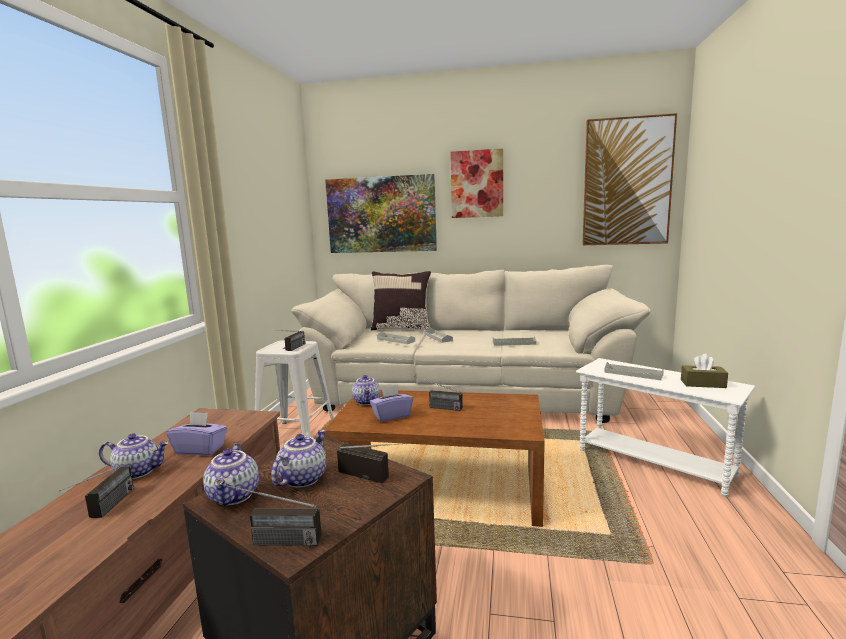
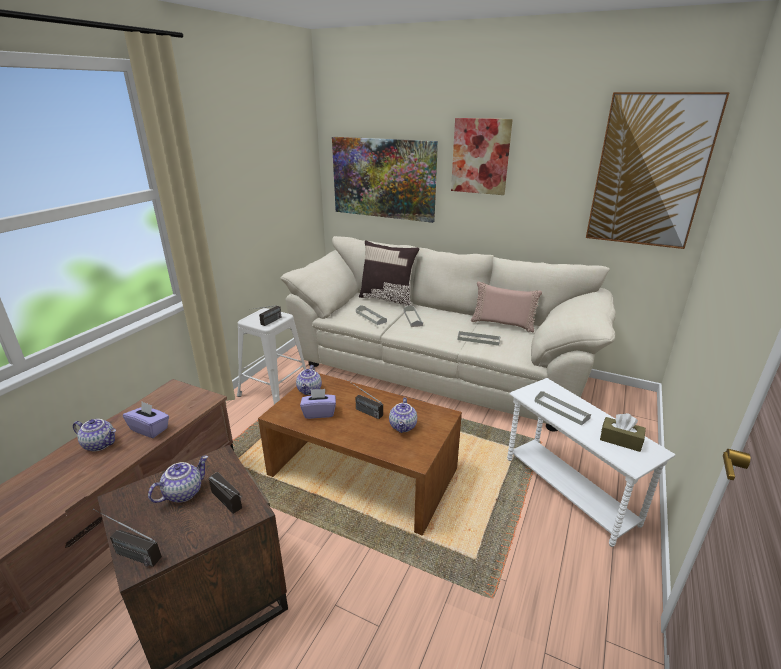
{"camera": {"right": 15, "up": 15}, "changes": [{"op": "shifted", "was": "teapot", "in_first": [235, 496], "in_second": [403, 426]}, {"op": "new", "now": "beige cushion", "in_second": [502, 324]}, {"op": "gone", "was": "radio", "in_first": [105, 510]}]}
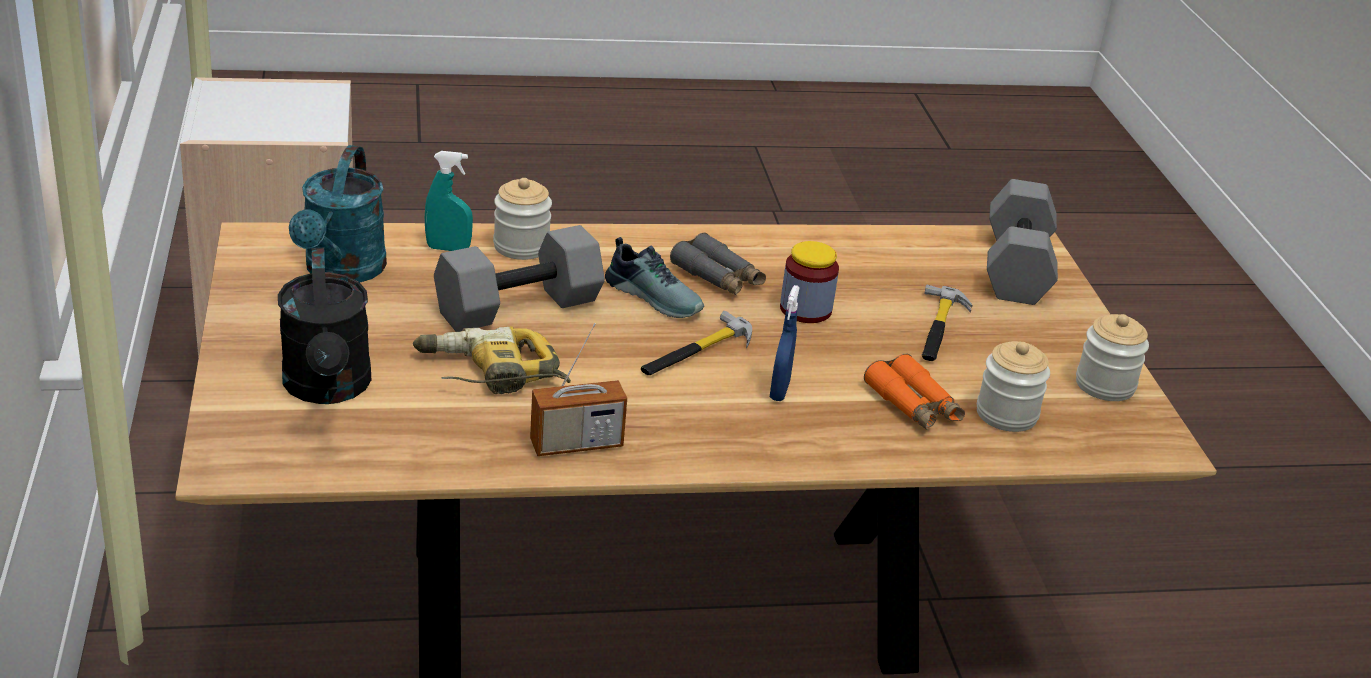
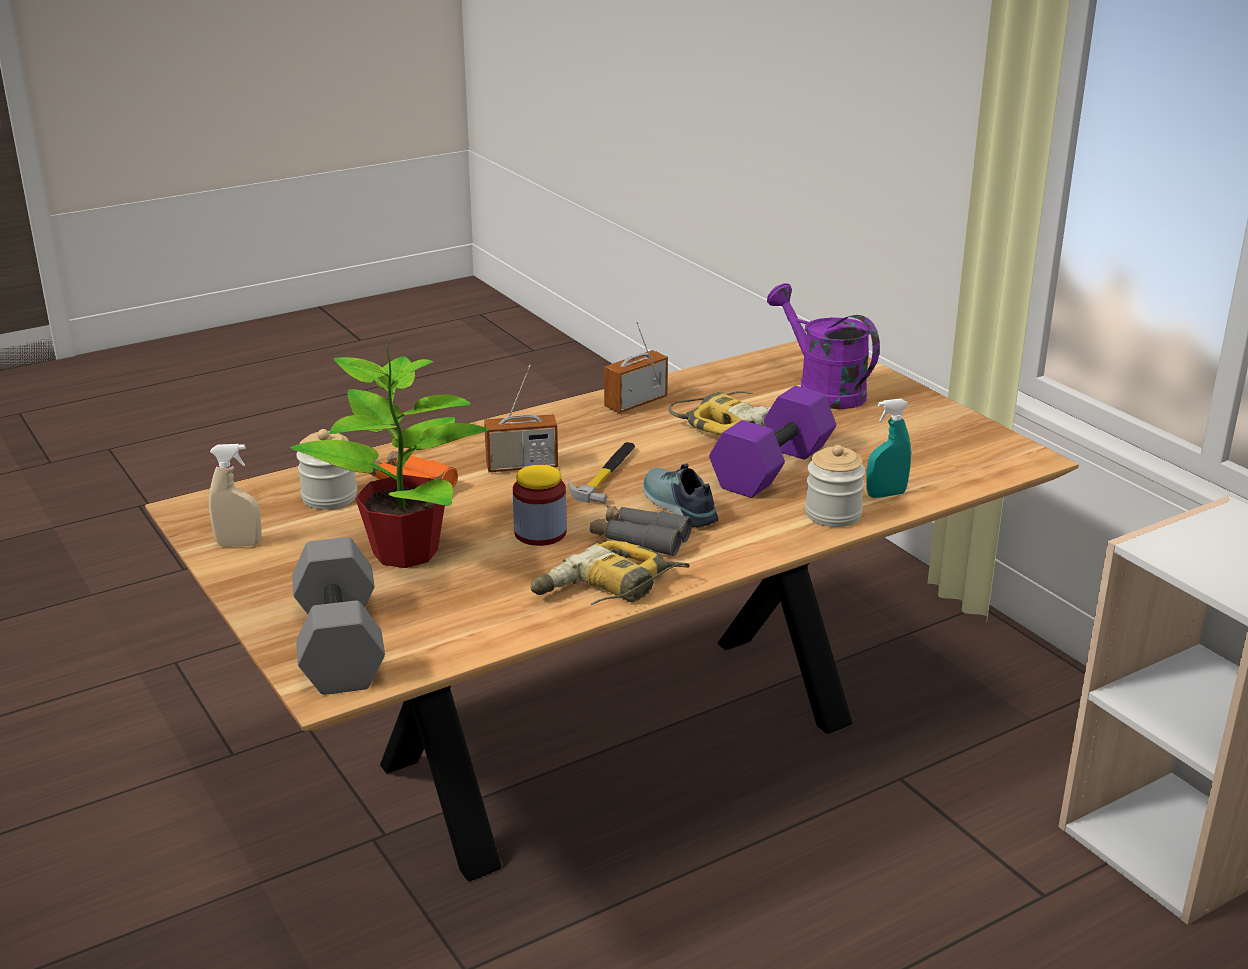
{"camera": {"right": 160, "up": -5}, "changes": [{"op": "swapped", "was": "preserve jar", "now": "beige hand sprayer", "in_first": [1105, 385], "in_second": [239, 544]}, {"op": "swapped", "was": "hammer", "now": "houseplant", "in_first": [939, 328], "in_second": [407, 551]}, {"op": "swapped", "was": "bluish hand sprayer", "now": "radio", "in_first": [779, 391], "in_second": [522, 466]}, {"op": "new", "now": "electric drill", "in_second": [607, 590]}, {"op": "rotated", "was": "low shoe", "in_first": [655, 296], "in_second": [677, 506], "clockwise": 45}, {"op": "repainted", "was": "grey free weight", "now": "purple-coloured free weight", "in_first": [518, 308], "in_second": [771, 466]}, {"op": "repainted", "was": "blackish watering pot", "now": "purple-coloured watering pot", "in_first": [328, 389], "in_second": [822, 390]}, {"op": "gone", "was": "blue-green watering pot", "in_first": [341, 272]}]}
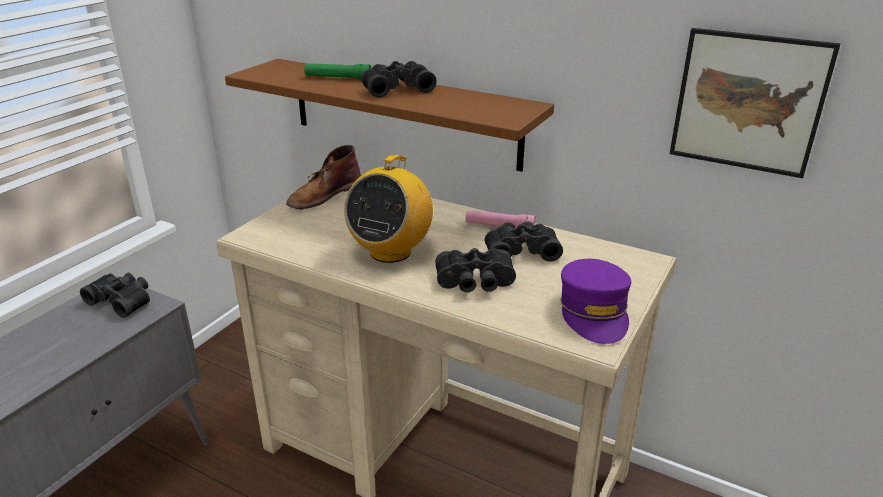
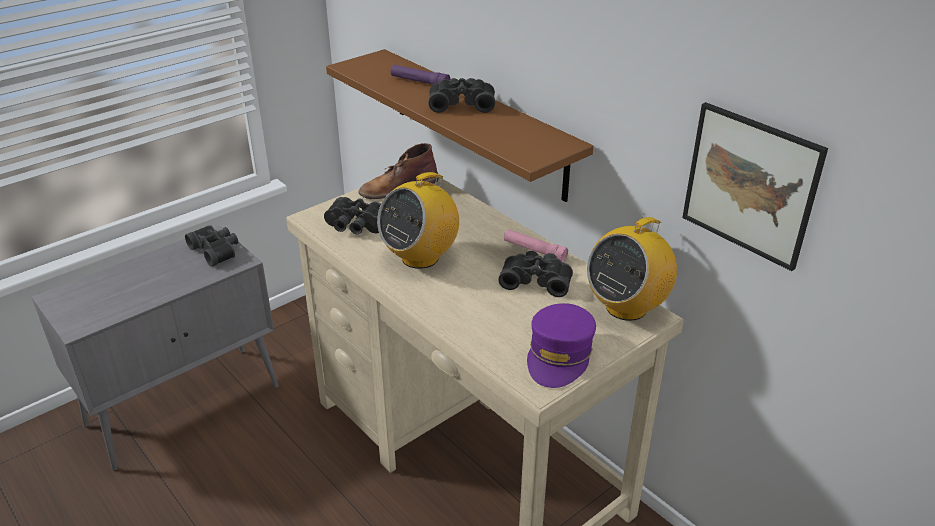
{"camera": {"right": 20, "up": 5}, "changes": [{"op": "shifted", "was": "blackish field glasses", "in_first": [475, 283], "in_second": [356, 226]}, {"op": "repainted", "was": "greenish flashlight", "now": "purple-coloured flashlight", "in_first": [338, 78], "in_second": [419, 82]}, {"op": "new", "now": "radio", "in_second": [626, 307]}]}
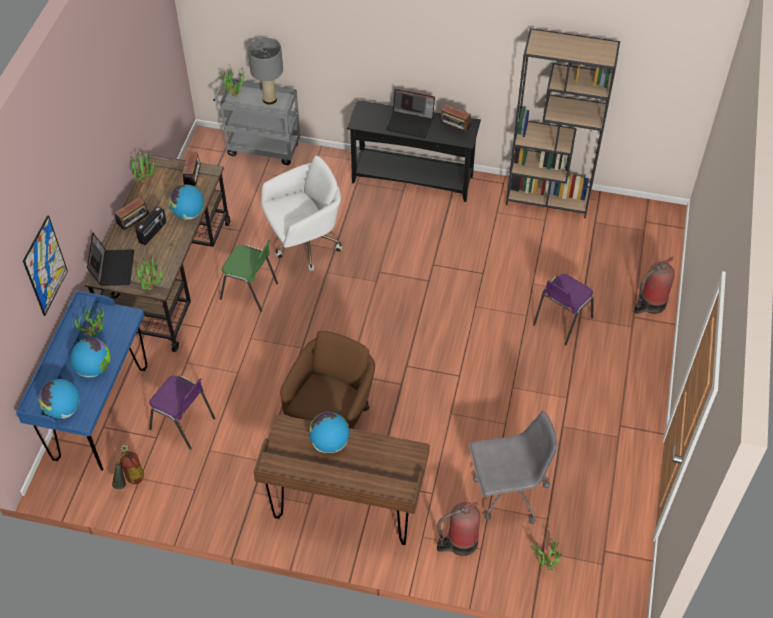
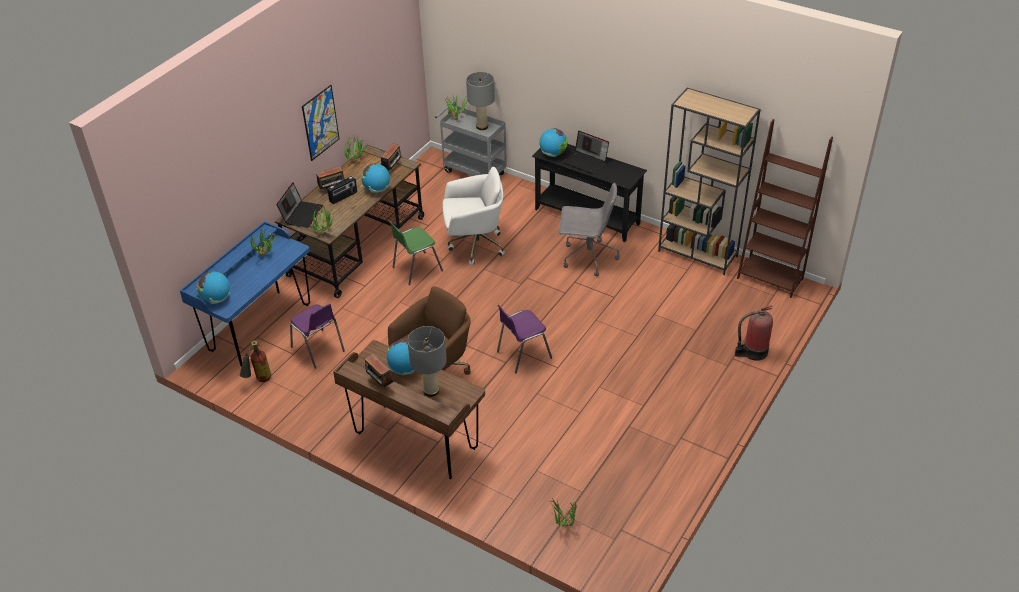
{"camera": {"right": 20, "up": -10}, "changes": [{"op": "shifted", "was": "wall picture", "in_first": [45, 266], "in_second": [320, 123]}, {"op": "shifted", "was": "radio", "in_first": [455, 130], "in_second": [380, 383]}, {"op": "rotated", "was": "greenish plain chair", "in_first": [250, 291], "in_second": [416, 269], "clockwise": 105}, {"op": "new", "now": "grey lamp for a table", "in_second": [431, 391]}, {"op": "shifted", "was": "purple-coloured plain chair", "in_first": [561, 321], "in_second": [522, 355]}, {"op": "shifted", "was": "globe", "in_first": [94, 368], "in_second": [553, 154]}, {"op": "shifted", "was": "grey computer chair", "in_first": [506, 494], "in_second": [586, 257]}, {"op": "new", "now": "brown shelving unit", "in_second": [770, 278]}, {"op": "gone", "was": "extinguisher", "in_first": [459, 542]}]}
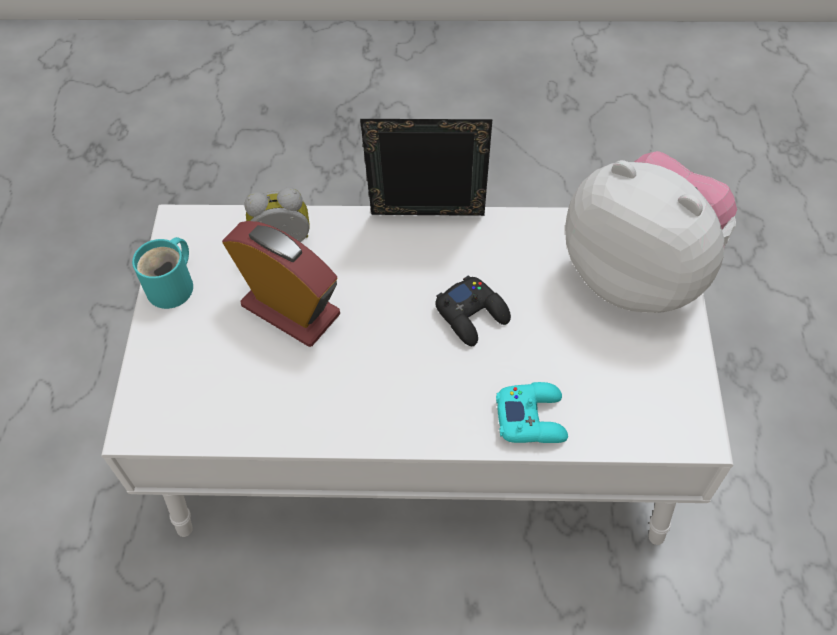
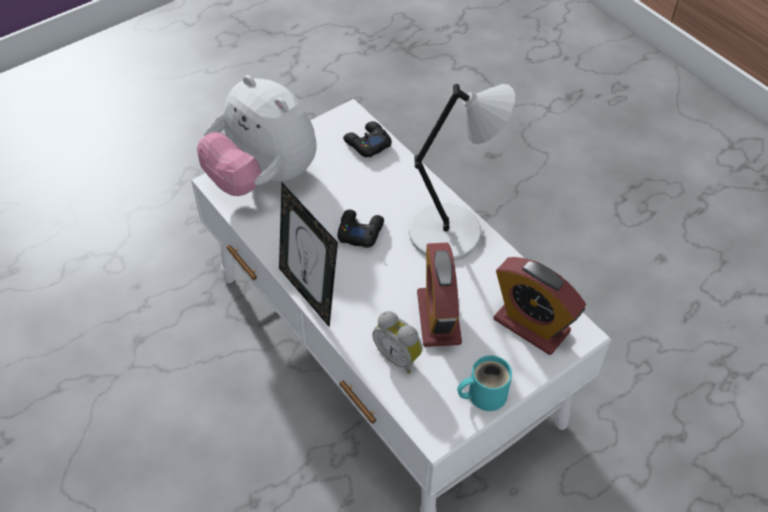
{"camera": {"right": -130, "up": -5}, "changes": [{"op": "rotated", "was": "cuddly toy", "in_first": [639, 272], "in_second": [262, 177], "clockwise": -45}, {"op": "new", "now": "blackish gamepad", "in_second": [367, 143]}, {"op": "new", "now": "grey lamp for a table", "in_second": [449, 232]}, {"op": "new", "now": "bedside clock", "in_second": [531, 325]}, {"op": "gone", "was": "blue-green gamepad", "in_first": [532, 418]}]}
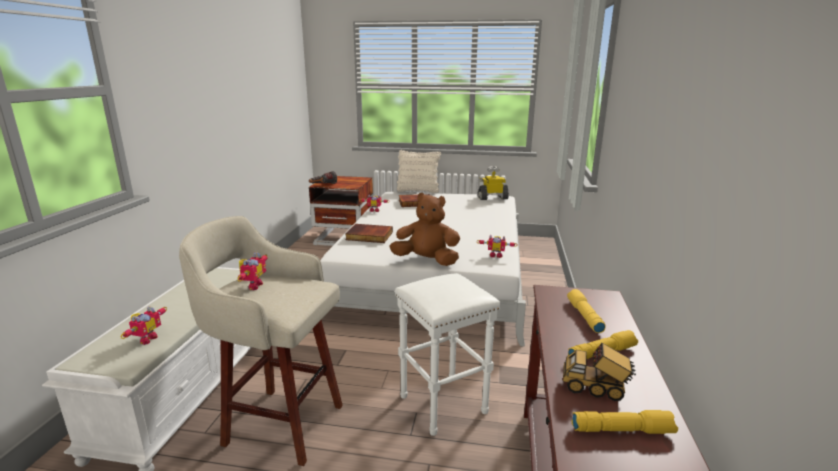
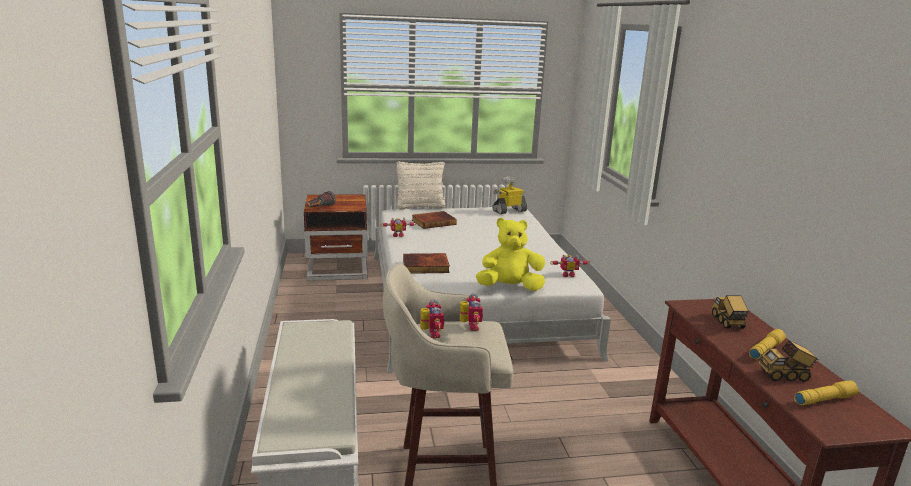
{"camera": {"right": -20, "up": 0}, "changes": [{"op": "shifted", "was": "toy robot", "in_first": [146, 339], "in_second": [469, 326]}, {"op": "repainted", "was": "brown cuddly toy", "now": "yellow-coloured cuddly toy", "in_first": [427, 261], "in_second": [509, 287]}, {"op": "swapped", "was": "yellow-coloured flashlight", "now": "model truck", "in_first": [584, 316], "in_second": [727, 323]}, {"op": "gone", "was": "white-coloured stool seat", "in_first": [443, 405]}]}
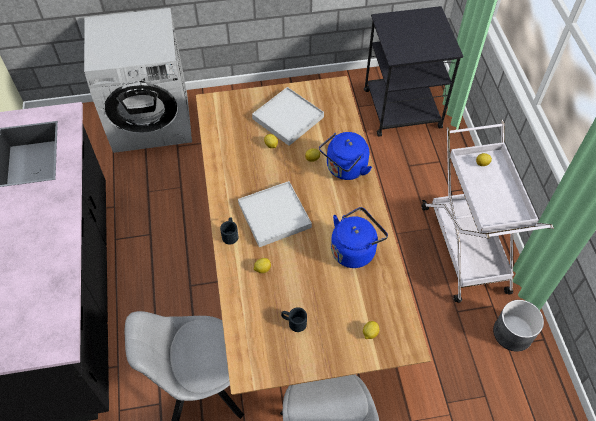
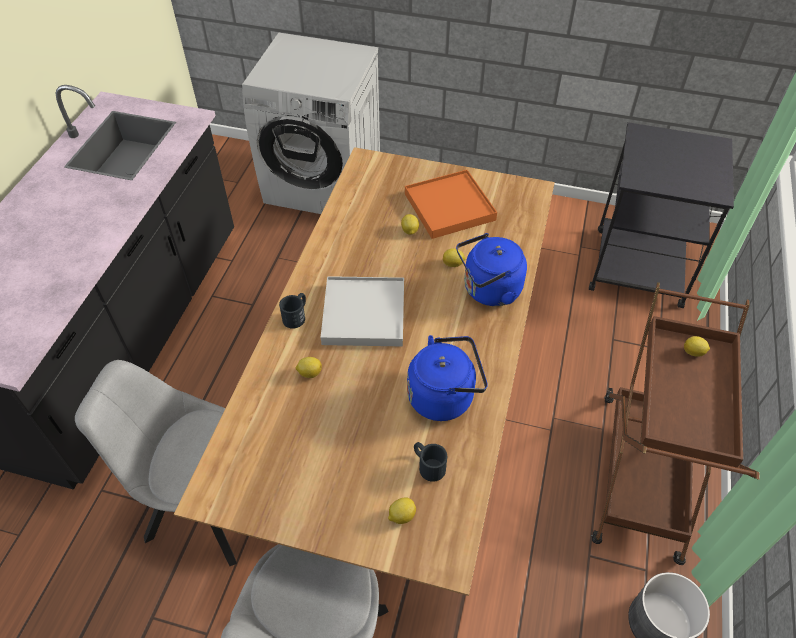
{"camera": {"right": 25, "up": -5}, "changes": [{"op": "repainted", "was": "white-coloured carrying tray", "now": "orange-coloured carrying tray", "in_first": [288, 118], "in_second": [450, 207]}, {"op": "shifted", "was": "blackish coffee mug", "in_first": [293, 322], "in_second": [428, 465]}, {"op": "repainted", "was": "white-coloured cart", "now": "brown cart", "in_first": [464, 250], "in_second": [639, 476]}]}
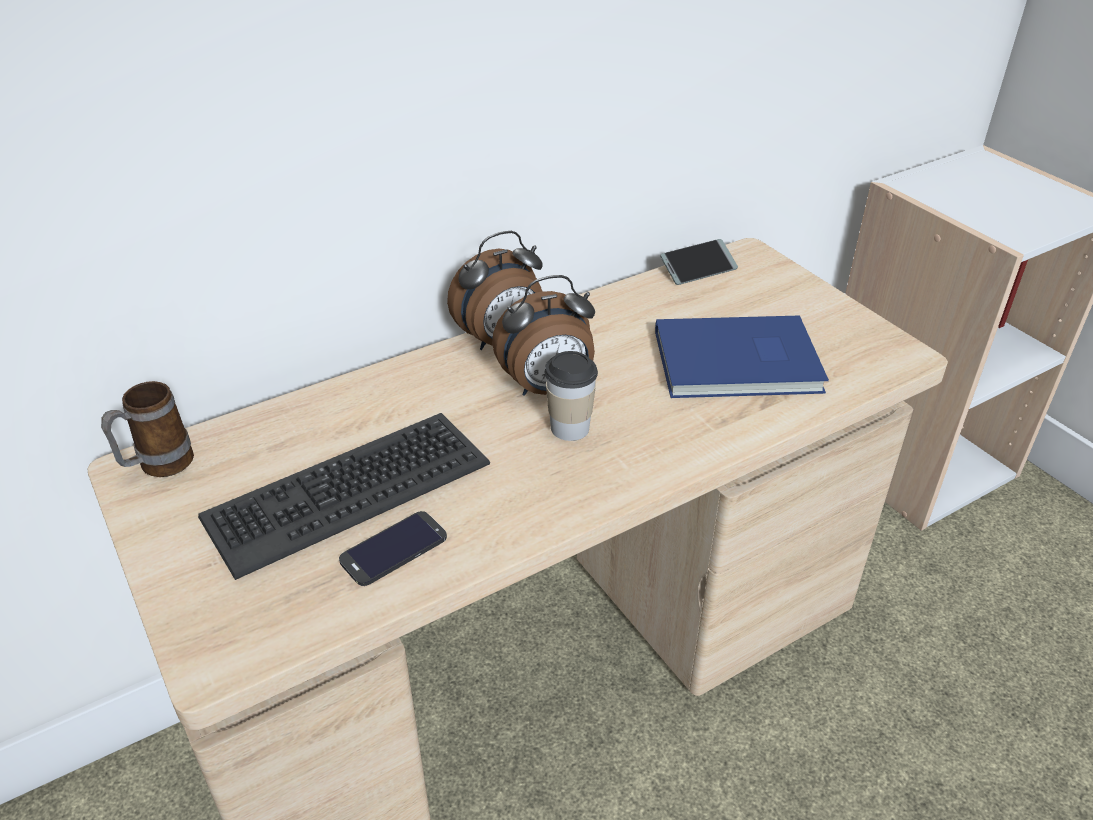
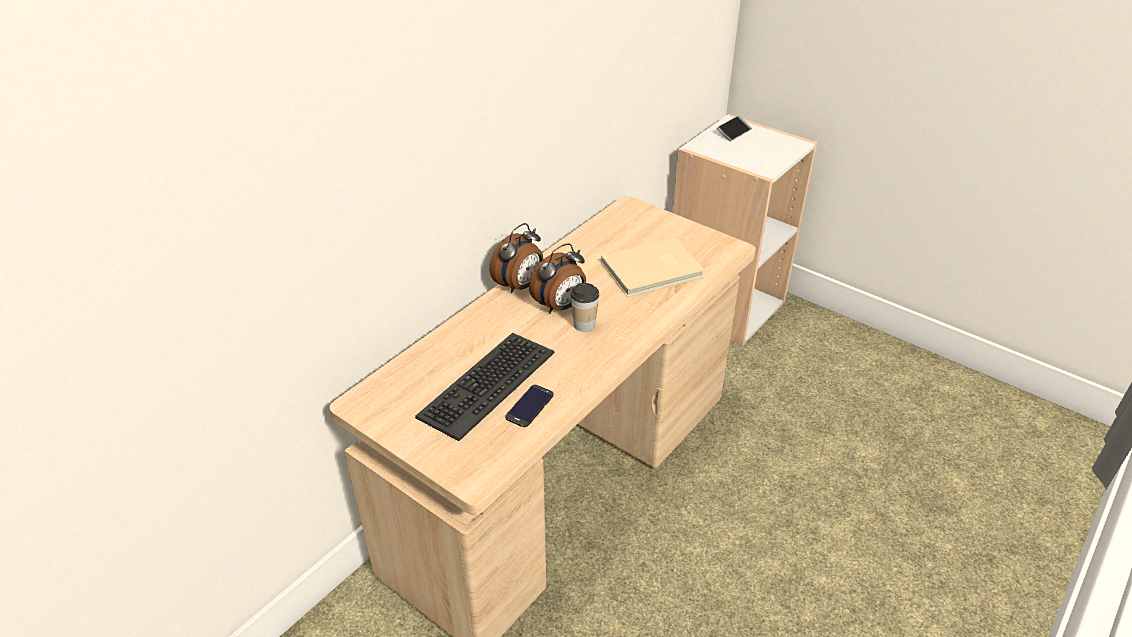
{"camera": {"right": -20, "up": 0}, "changes": [{"op": "repainted", "was": "bluish volume", "now": "beige volume", "in_first": [740, 364], "in_second": [654, 271]}, {"op": "shifted", "was": "phone", "in_first": [698, 269], "in_second": [733, 132]}, {"op": "gone", "was": "coffee mug", "in_first": [157, 467]}]}
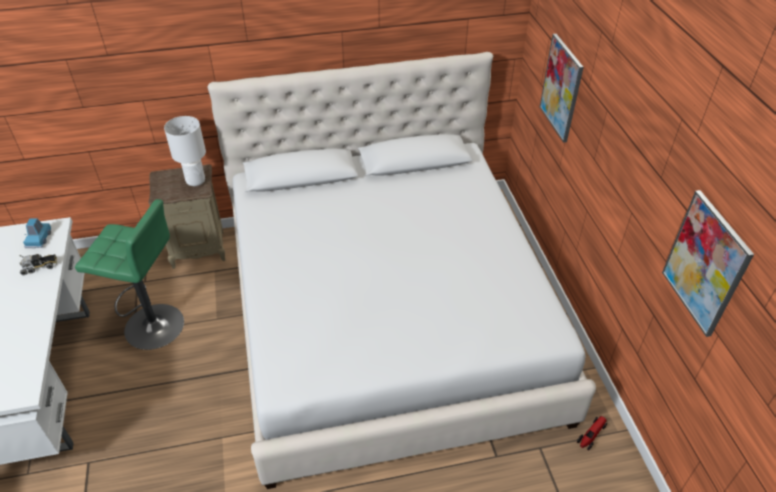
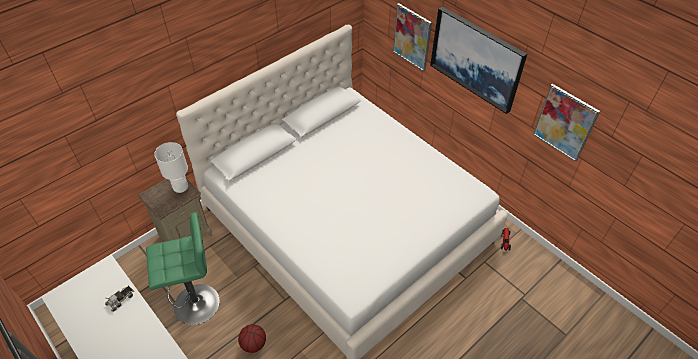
{"camera": {"right": -30, "up": 5}, "changes": [{"op": "new", "now": "basketball", "in_second": [253, 344]}, {"op": "new", "now": "wall picture", "in_second": [476, 58]}, {"op": "gone", "was": "bluish miniature car", "in_first": [39, 239]}]}
